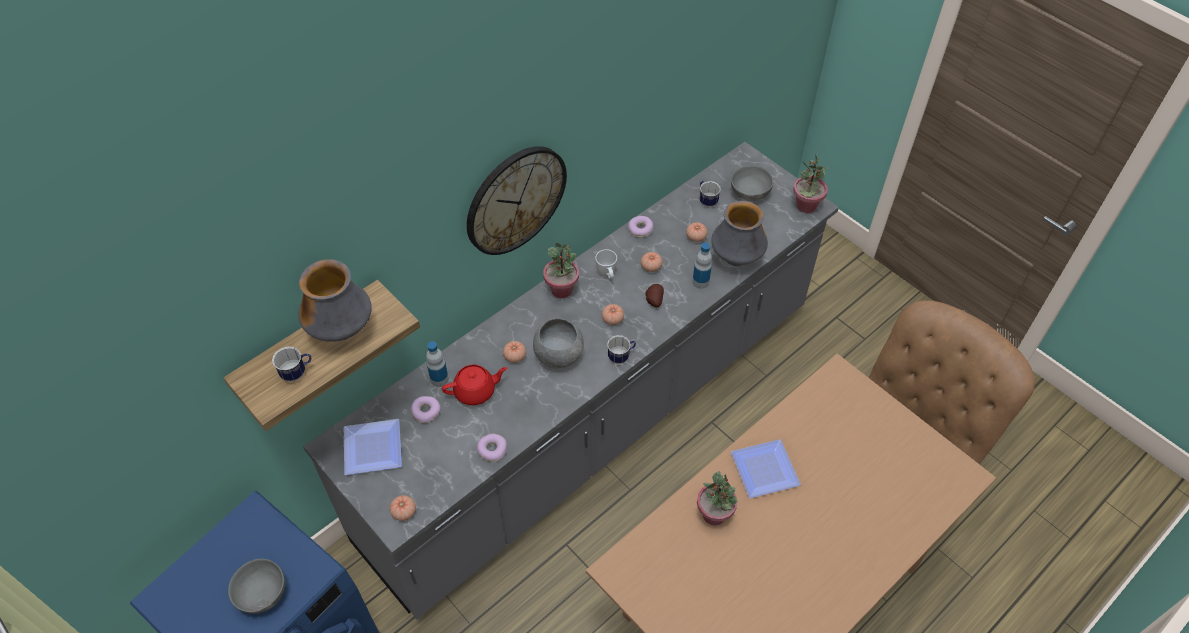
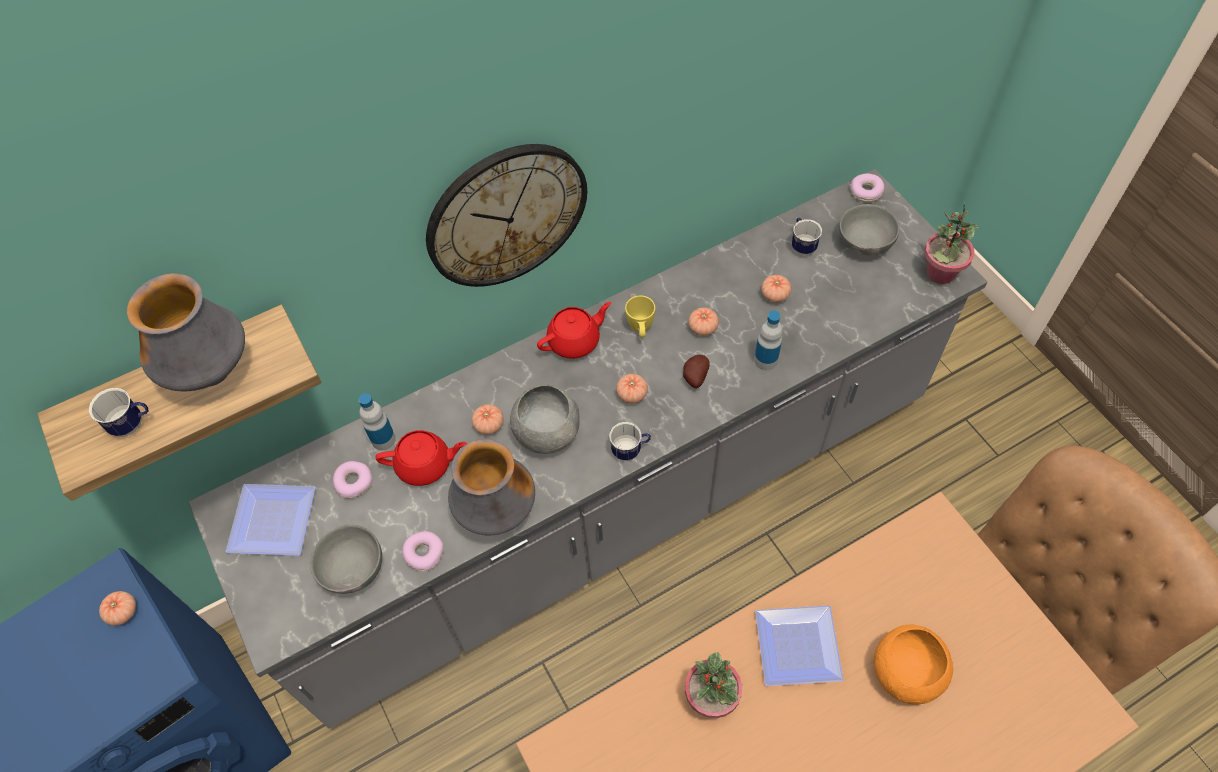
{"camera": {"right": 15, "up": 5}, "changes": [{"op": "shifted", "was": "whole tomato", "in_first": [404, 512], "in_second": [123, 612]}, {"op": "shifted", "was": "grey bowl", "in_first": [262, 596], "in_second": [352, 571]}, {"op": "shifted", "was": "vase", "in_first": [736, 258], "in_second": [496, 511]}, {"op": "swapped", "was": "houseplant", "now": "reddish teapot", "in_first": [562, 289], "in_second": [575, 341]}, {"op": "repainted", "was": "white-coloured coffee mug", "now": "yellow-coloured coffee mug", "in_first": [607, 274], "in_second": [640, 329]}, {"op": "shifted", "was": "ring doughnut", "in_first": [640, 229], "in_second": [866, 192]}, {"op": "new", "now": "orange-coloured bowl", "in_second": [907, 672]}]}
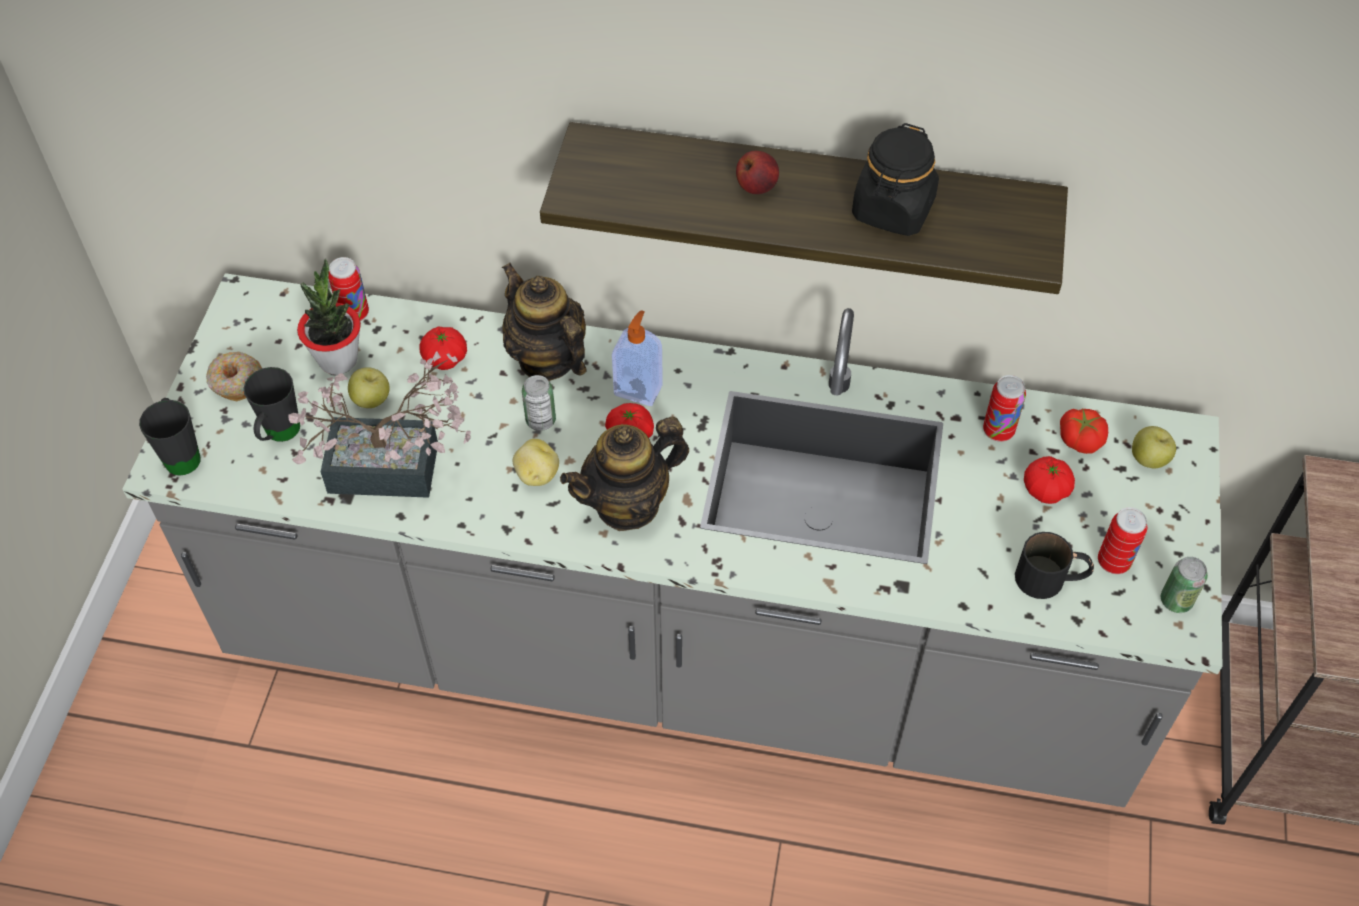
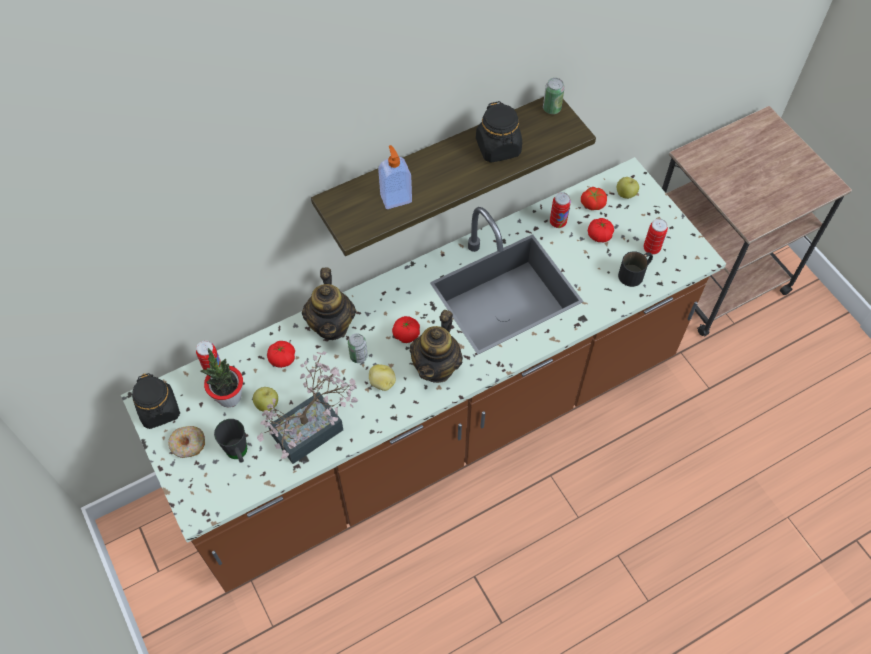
{"camera": {"right": -40, "up": 5}, "changes": [{"op": "repainted", "was": "grey counter", "now": "brown counter", "in_first": [679, 656], "in_second": [435, 428]}, {"op": "new", "now": "blackish preserve jar", "in_second": [159, 410]}, {"op": "rotated", "was": "teapot", "in_first": [547, 358], "in_second": [332, 325], "clockwise": -105}, {"op": "shifted", "was": "soap dispenser", "in_first": [638, 389], "in_second": [395, 198]}, {"op": "shifted", "was": "can", "in_first": [1176, 600], "in_second": [551, 108]}, {"op": "gone", "was": "blackish coffee mug", "in_first": [182, 453]}, {"op": "gone", "was": "apple", "in_first": [756, 187]}]}
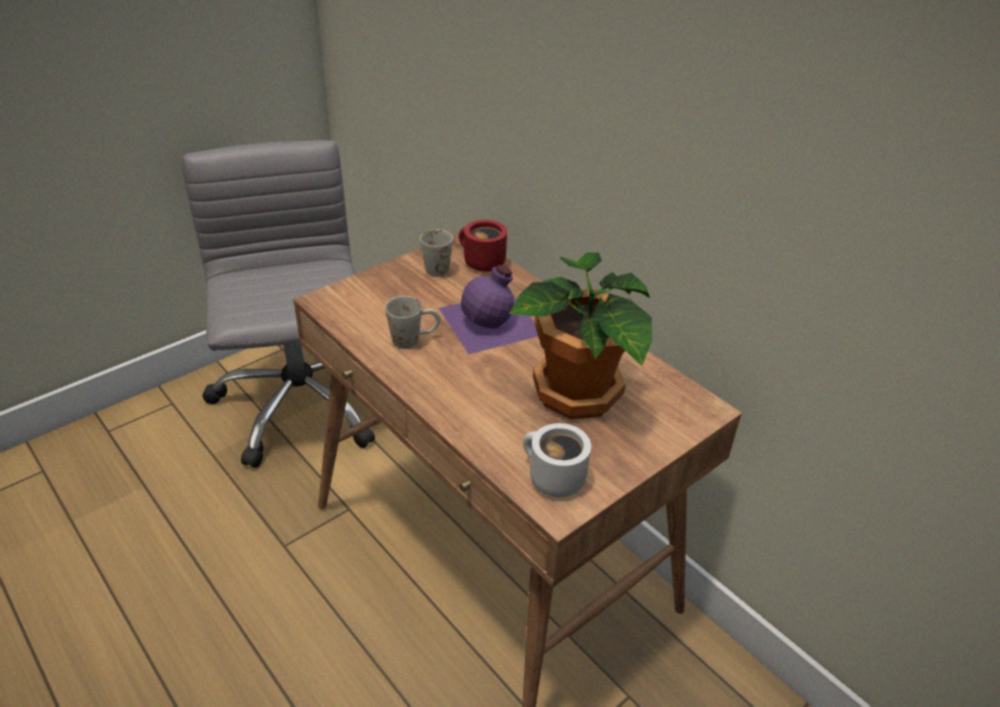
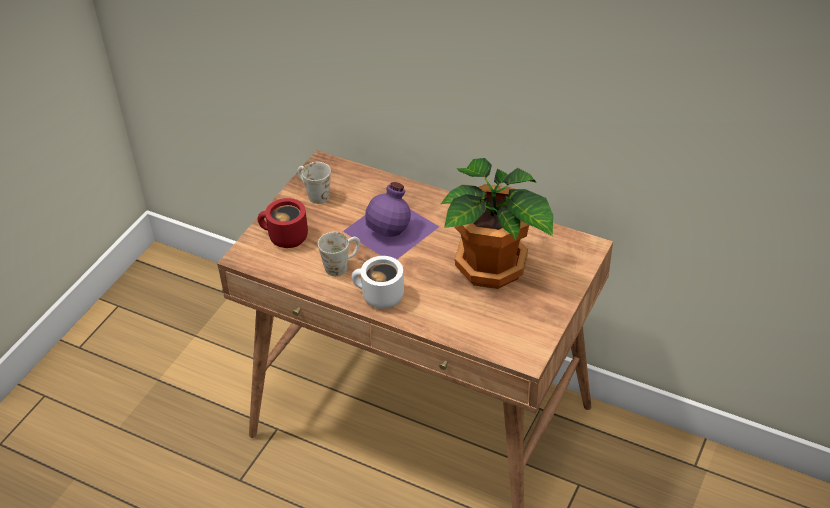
{"camera": {"right": -20, "up": 5}, "changes": [{"op": "shifted", "was": "reddish coffee mug", "in_first": [480, 262], "in_second": [284, 238]}, {"op": "shifted", "was": "white-coloured coffee mug", "in_first": [551, 479], "in_second": [379, 297]}, {"op": "gone", "was": "grey computer chair", "in_first": [301, 402]}]}
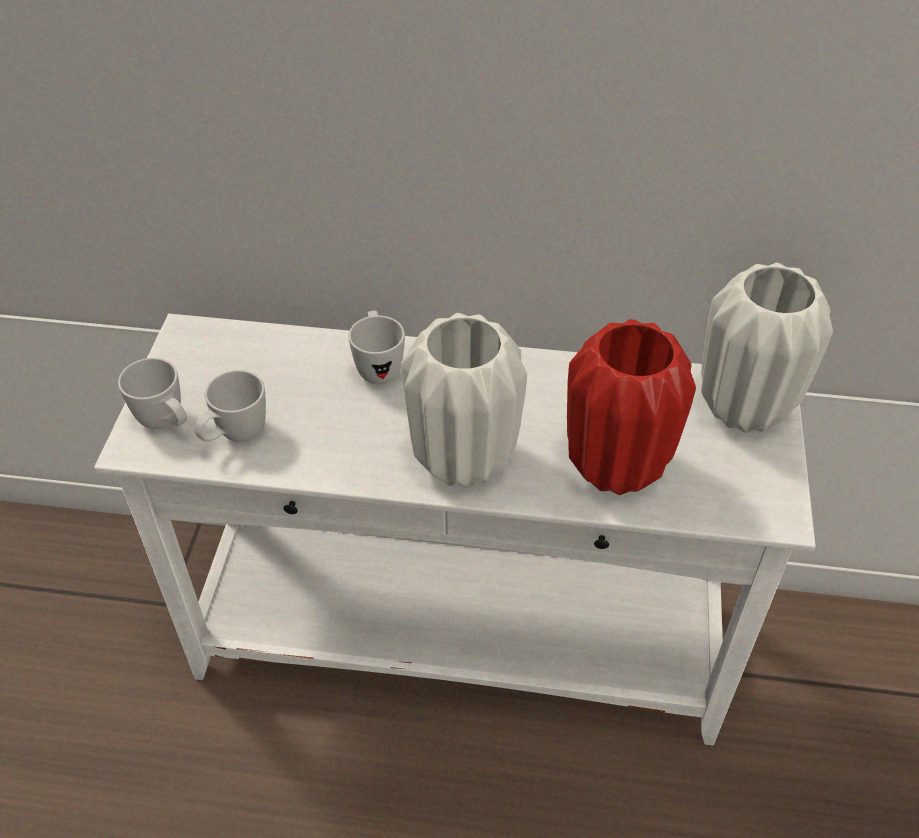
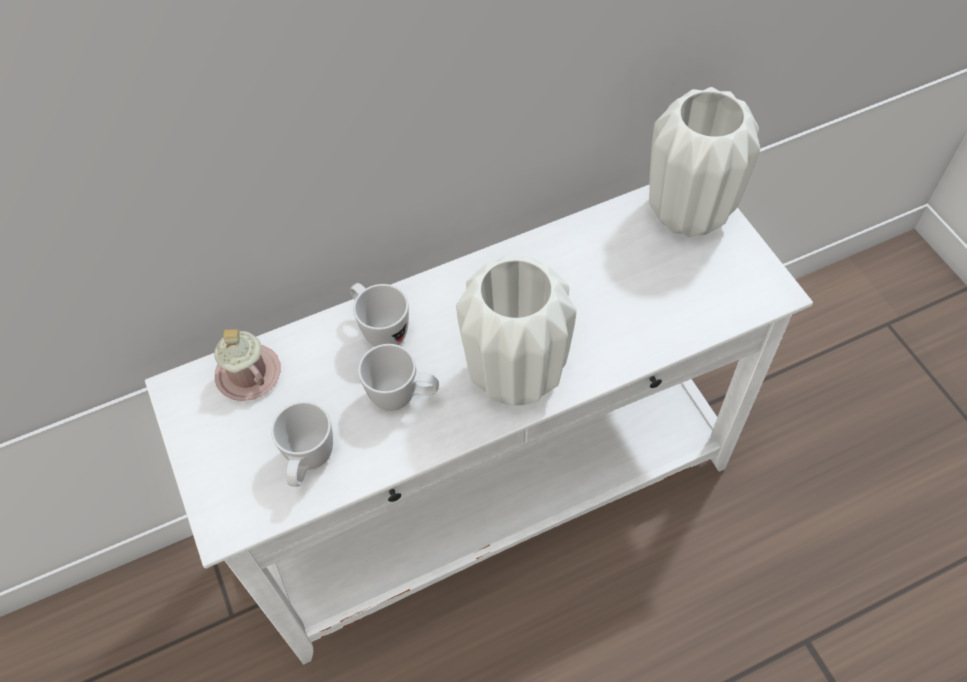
{"camera": {"right": -30, "up": 10}, "changes": [{"op": "new", "now": "pink coffee mug", "in_second": [248, 374]}, {"op": "shifted", "was": "white-coloured coffee mug", "in_first": [166, 423], "in_second": [403, 397]}, {"op": "gone", "was": "reddish vase", "in_first": [614, 467]}]}
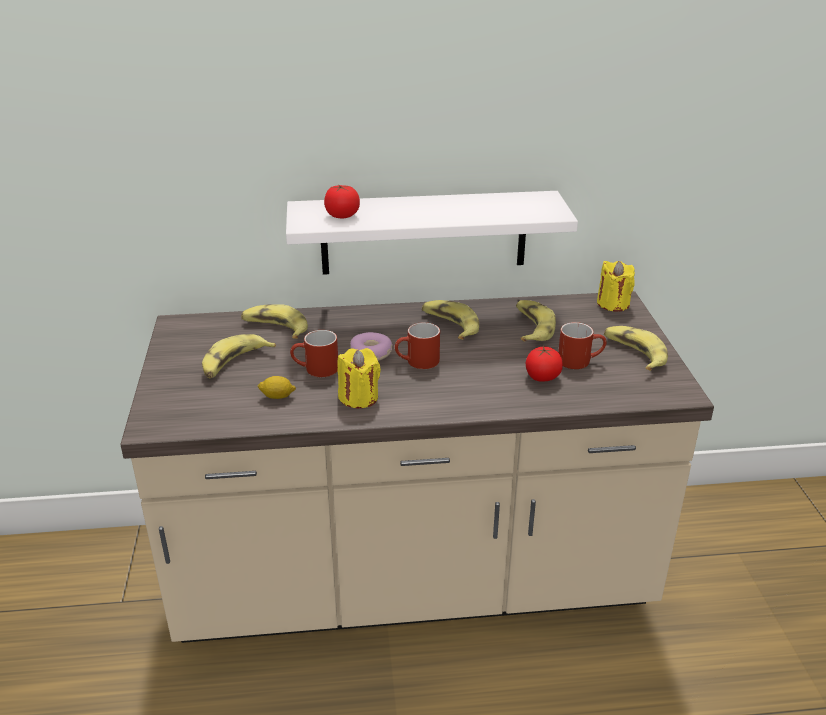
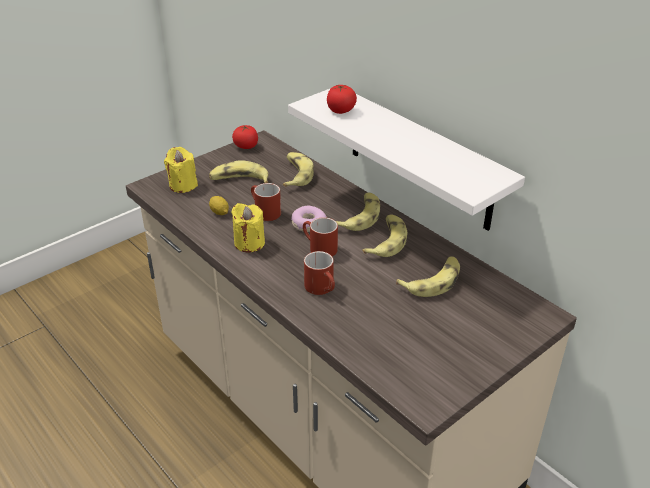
{"camera": {"right": 55, "up": 5}, "changes": [{"op": "shifted", "was": "yellow-coloured wax light", "in_first": [613, 303], "in_second": [183, 185]}, {"op": "shifted", "was": "whole tomato", "in_first": [542, 377], "in_second": [246, 146]}, {"op": "shifted", "was": "reddish coffee mug", "in_first": [580, 360], "in_second": [323, 288]}, {"op": "shifted", "was": "banana", "in_first": [634, 354], "in_second": [360, 217]}]}
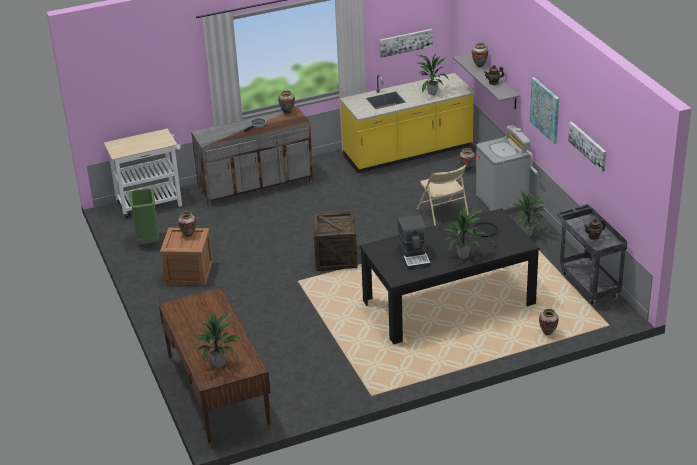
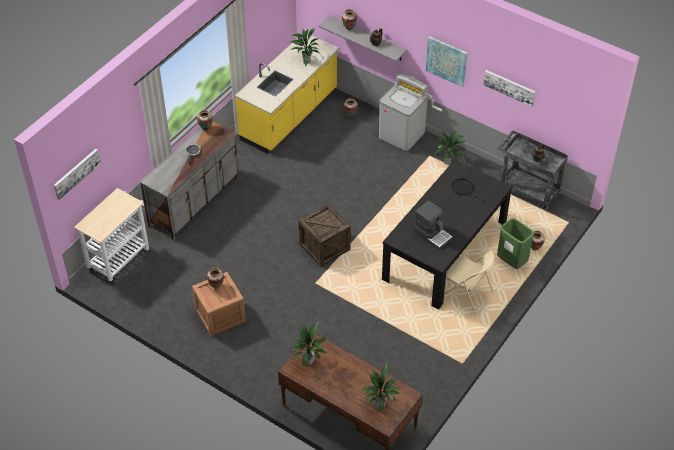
{"camera": {"right": -35, "up": 15}, "changes": [{"op": "shifted", "was": "wall picture", "in_first": [405, 42], "in_second": [76, 173]}, {"op": "shifted", "was": "houseplant", "in_first": [463, 256], "in_second": [309, 361]}, {"op": "shifted", "was": "beige plain chair", "in_first": [442, 215], "in_second": [466, 294]}, {"op": "shifted", "was": "greenish rubbish bin", "in_first": [148, 241], "in_second": [512, 262]}]}
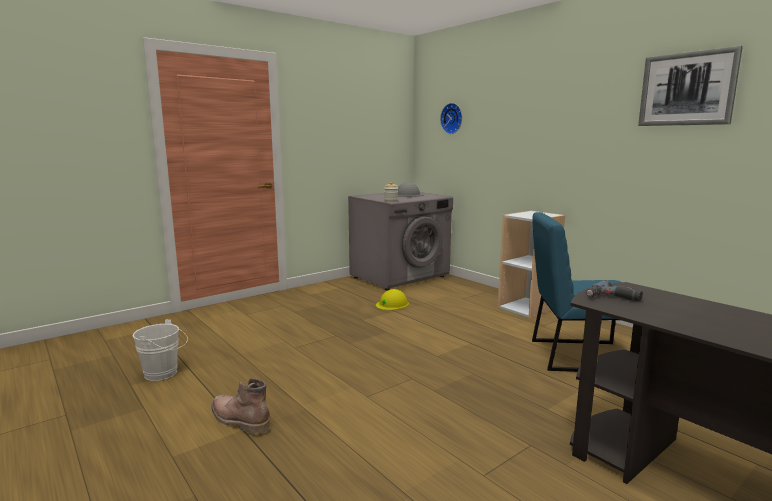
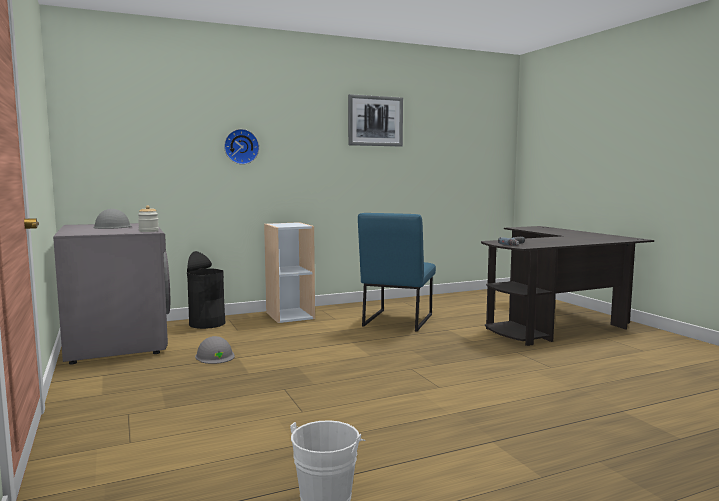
{"camera": {"right": -75, "up": -5}, "changes": [{"op": "new", "now": "blackish rubbish bin", "in_second": [207, 323]}, {"op": "repainted", "was": "yellow-coloured safety helmet", "now": "grey safety helmet", "in_first": [392, 304], "in_second": [215, 356]}, {"op": "shifted", "was": "wall clock", "in_first": [452, 118], "in_second": [241, 146]}, {"op": "gone", "was": "brown tall boot", "in_first": [238, 419]}]}
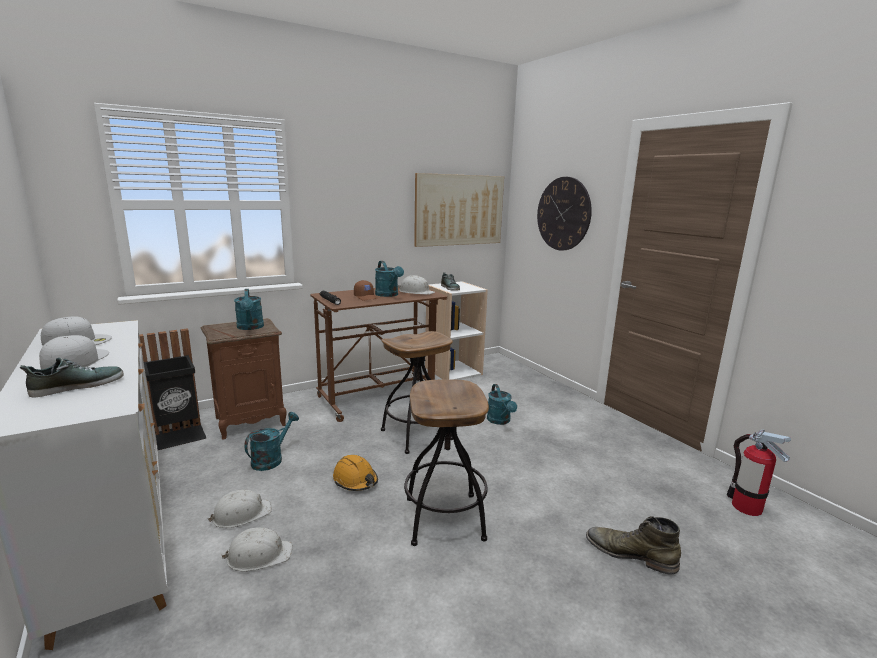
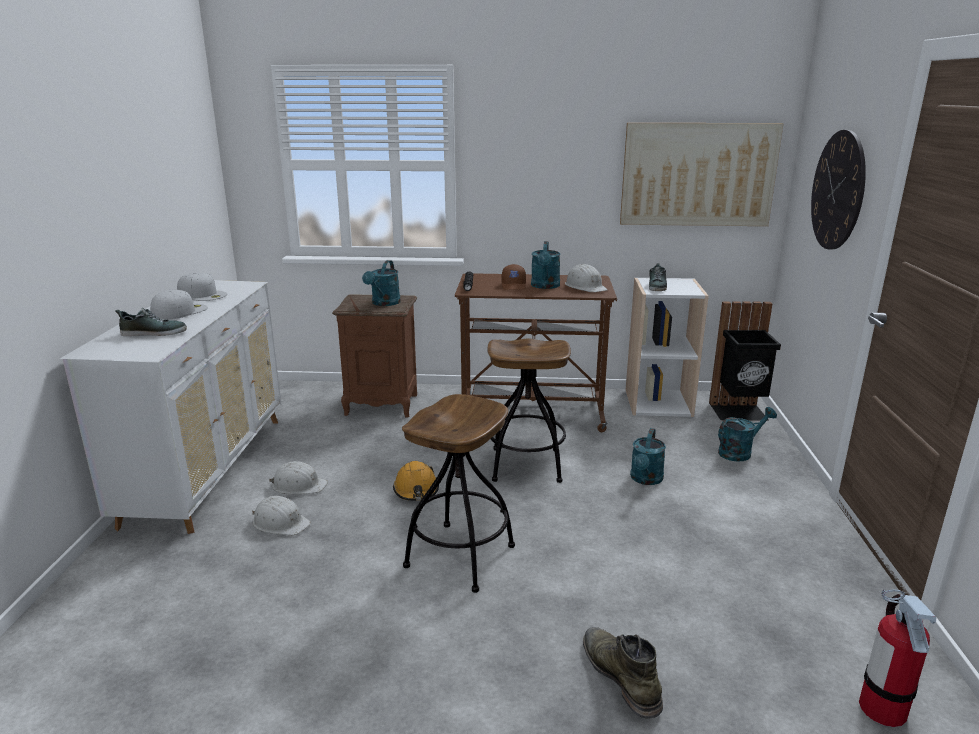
{"camera": {"right": 35, "up": 5}, "changes": [{"op": "shifted", "was": "blackish rubbish bin", "in_first": [179, 437], "in_second": [739, 412]}, {"op": "shifted", "was": "blue-green watering pot", "in_first": [271, 459], "in_second": [739, 452]}]}
